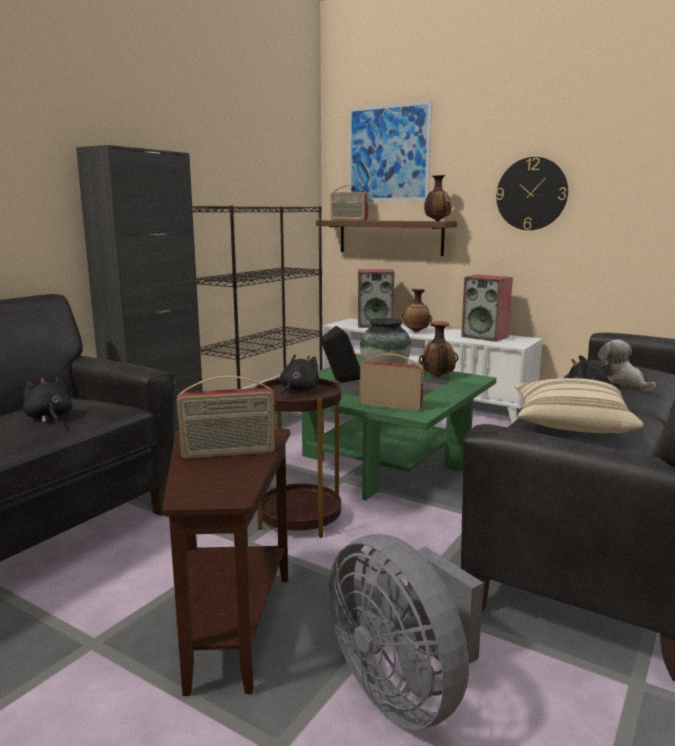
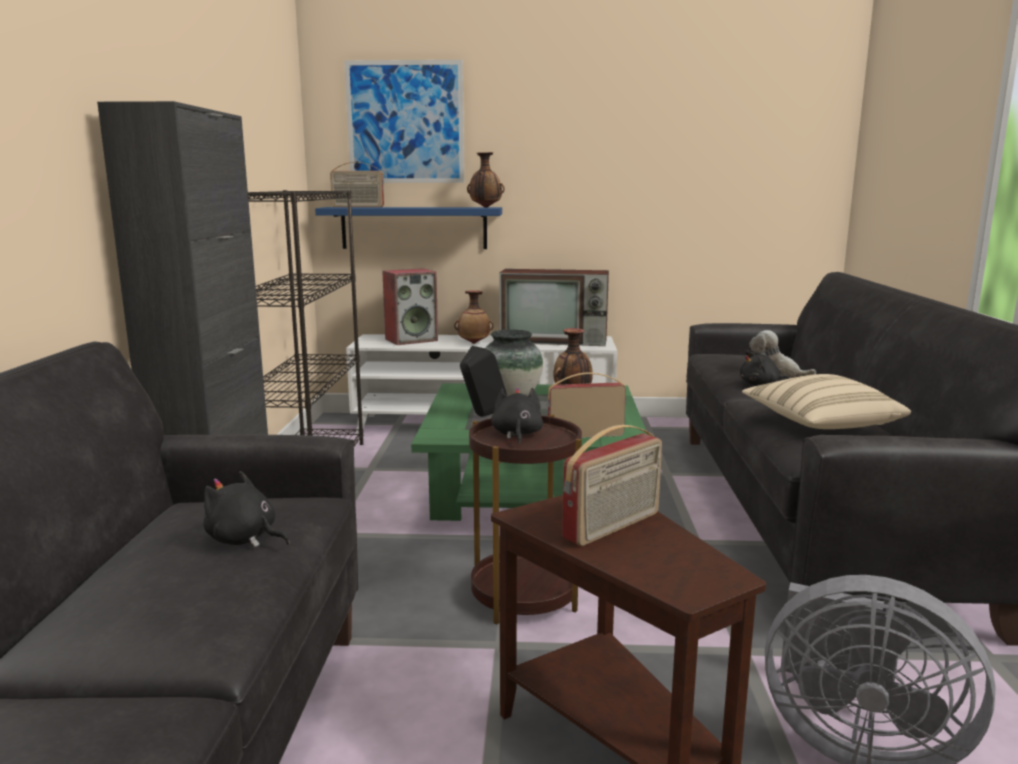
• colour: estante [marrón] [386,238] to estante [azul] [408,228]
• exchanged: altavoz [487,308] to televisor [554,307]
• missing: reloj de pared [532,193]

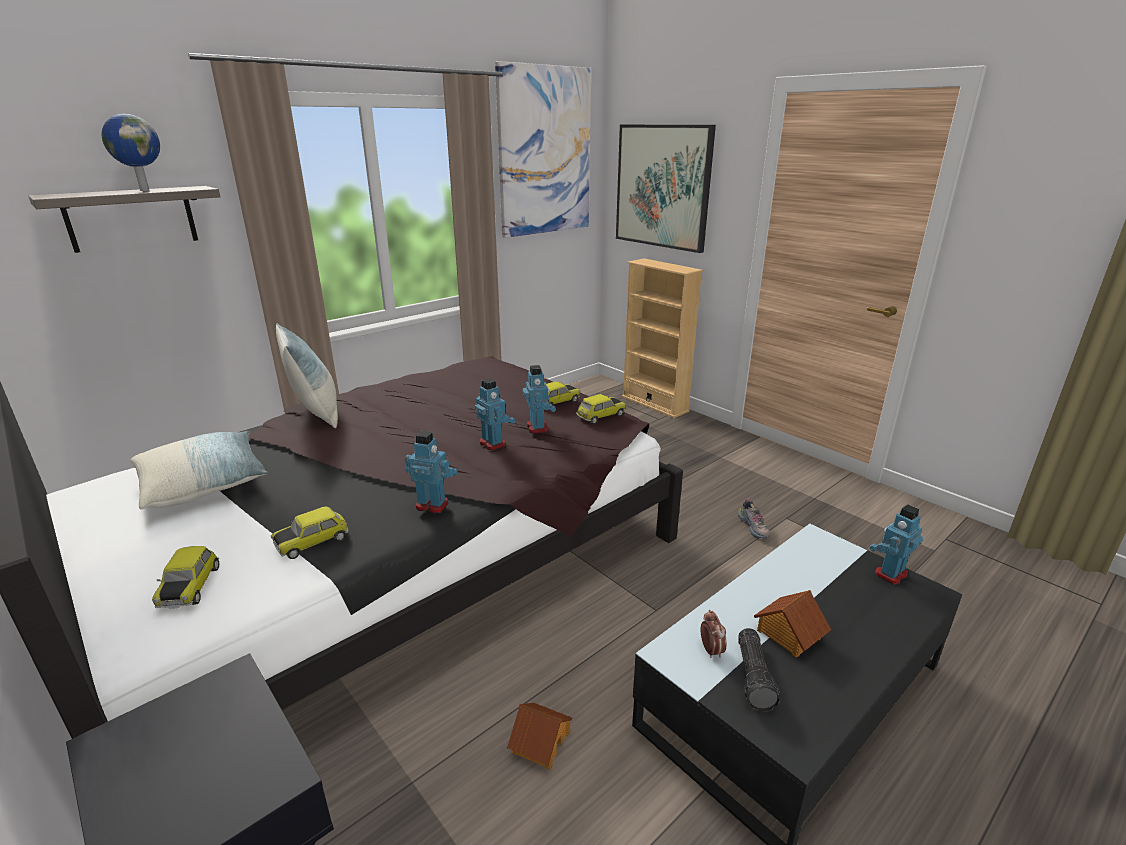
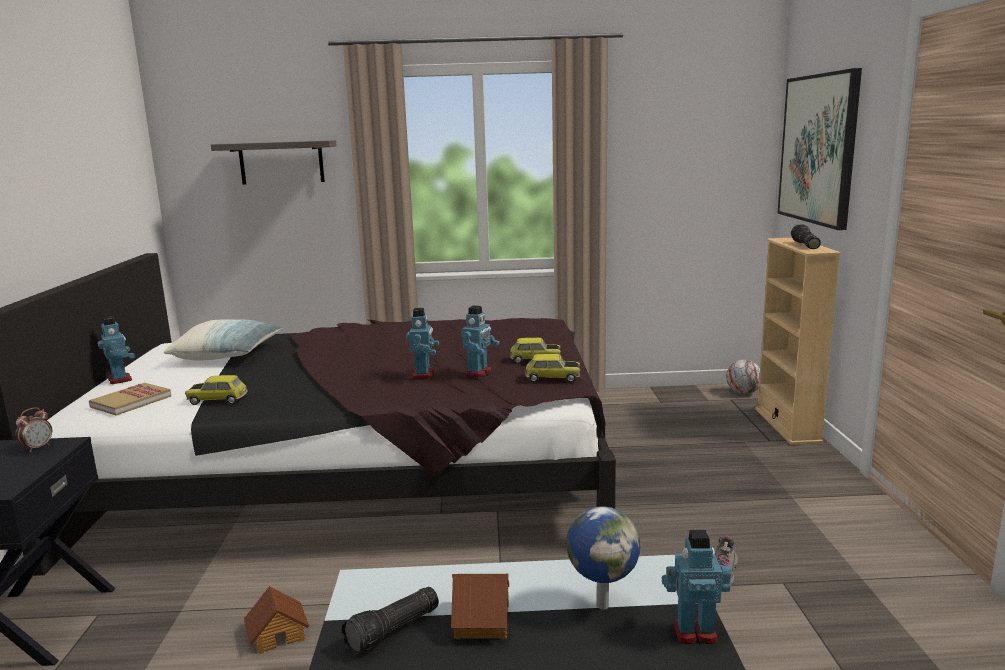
• relocated: globo terráqueo [131,152] to [603,558]
• exchanged: coche de juguete [185,577] to libro [130,399]
• missing: cojín [307,375]
• relocated: robot de juguete [431,472] to [116,350]
• missing: cuadro [543,149]
• relocated: despertador [714,634] to [34,429]
• appeared: balón de fútbol [743,376]
• appeared: linterna [806,236]

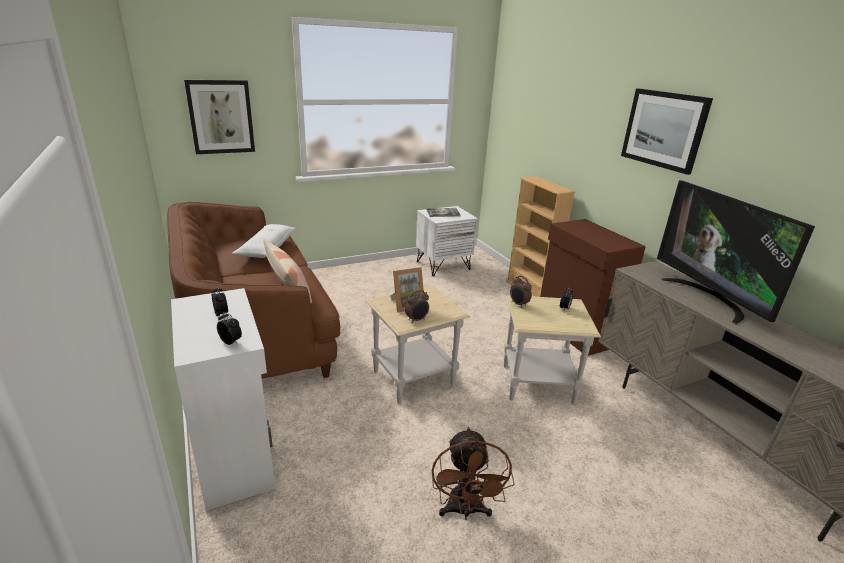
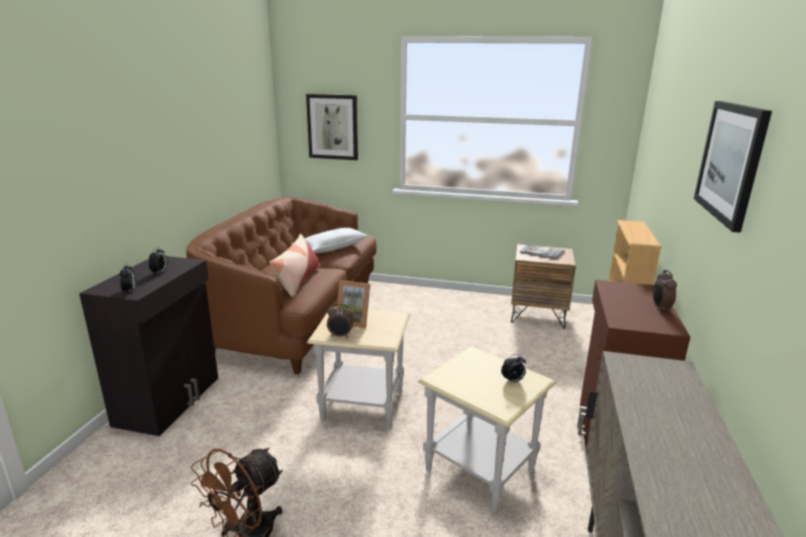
• colour: armario [blanco] [223,399] to armario [negro] [148,346]
• colour: mesita de noche [blanco] [447,241] to mesita de noche [marrón] [543,286]
• relocated: despertador [521,292] to [665,290]
• missing: televisor [736,252]

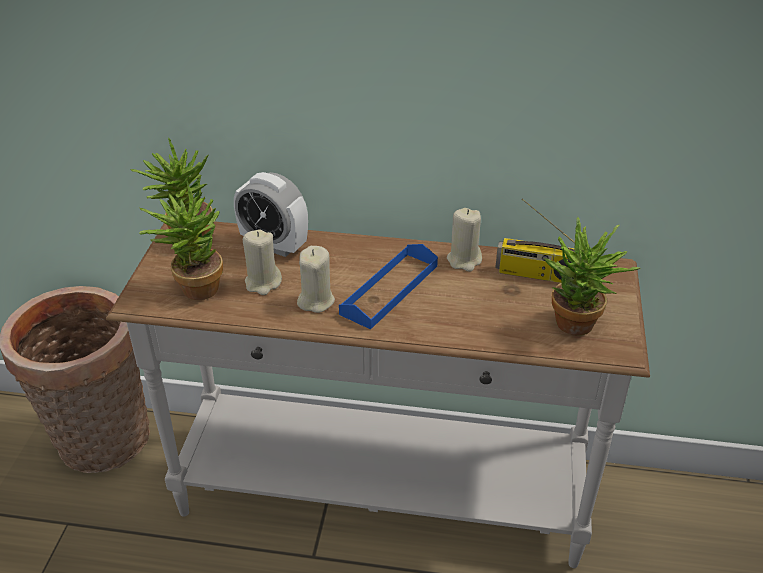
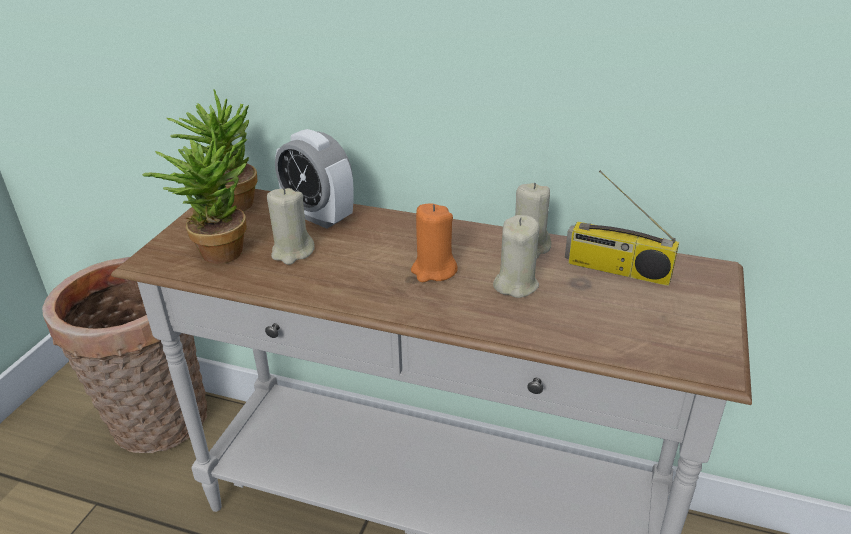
• relocated: vela [beis] [316,279] to [516,256]
• exchanged: bandeja [azul] [388,287] to vela [naranja] [434,242]
• missing: planta en maceta [592,276]

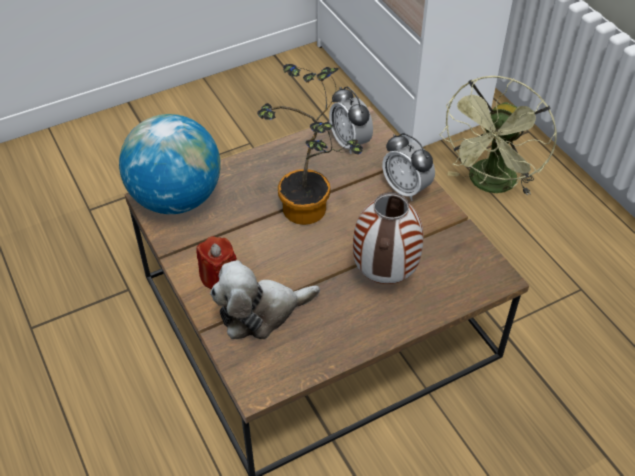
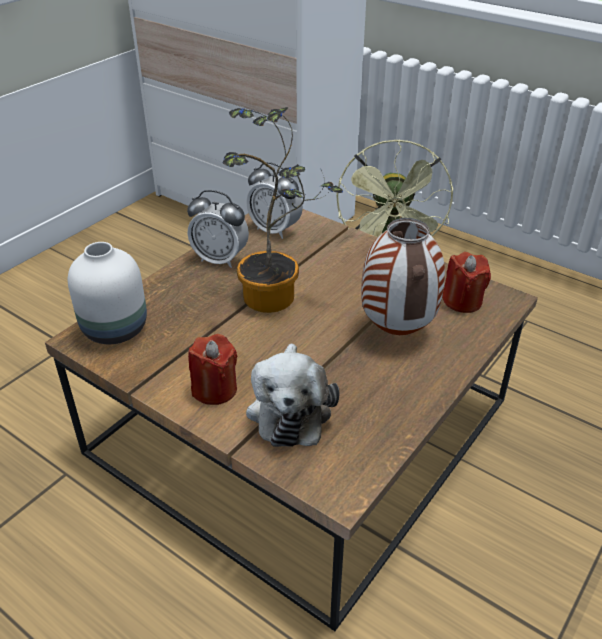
• exchanged: globo terráqueo [170,164] to florero [blanco] [107,293]
• spun: peluche [265,299] = [293,395] 45 degrees counterclockwise
• relocated: despertador [408,167] to [218,229]
• appeared: vela [rojo] [466,282]

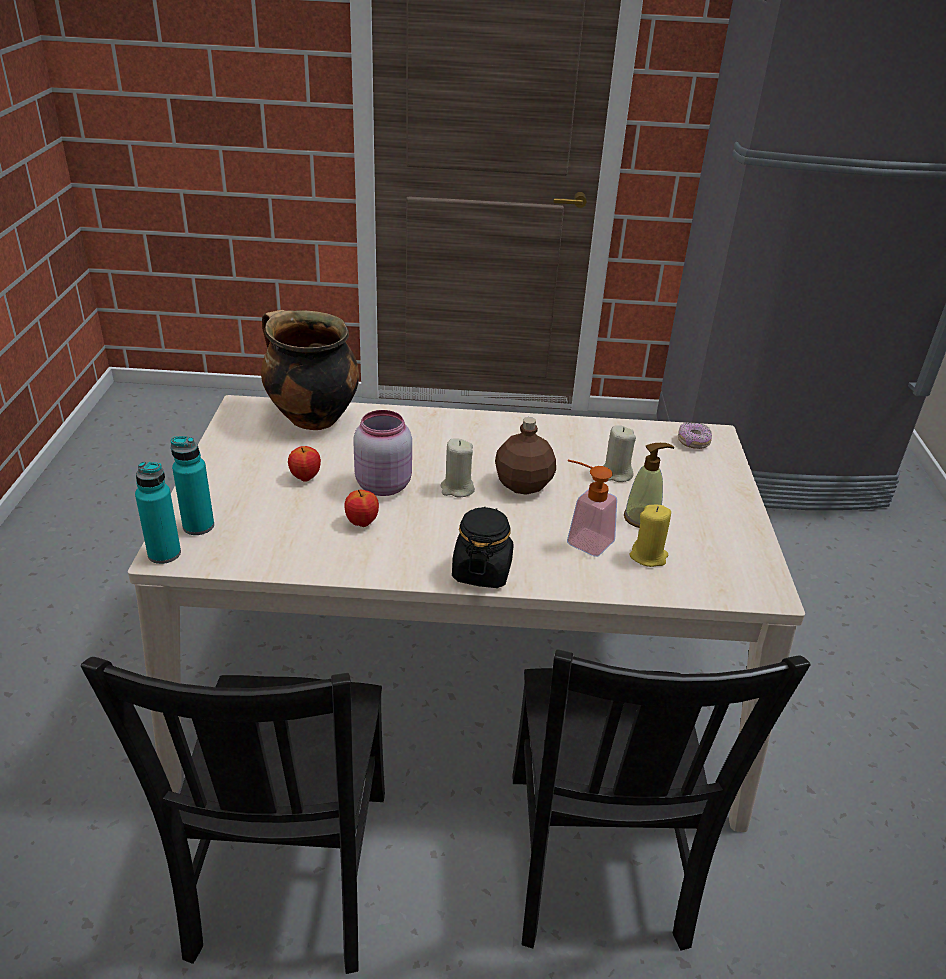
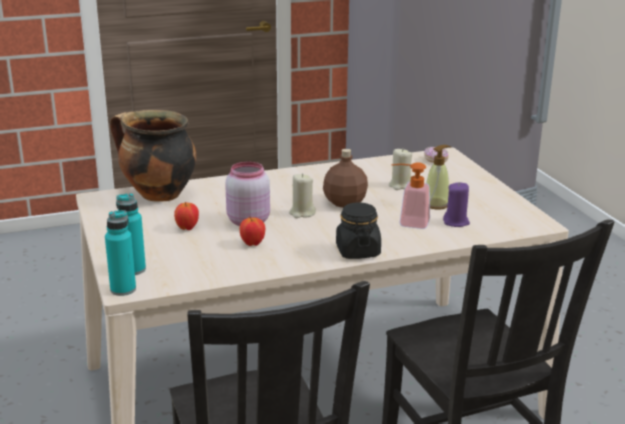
• colour: vela [amarillo] [650,536] to vela [morado] [456,204]

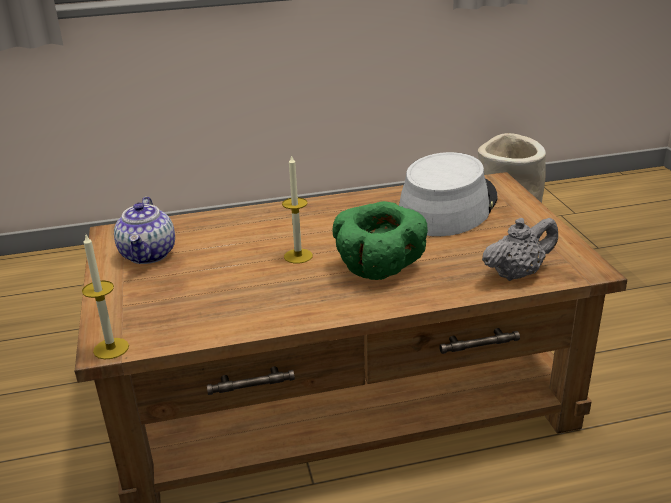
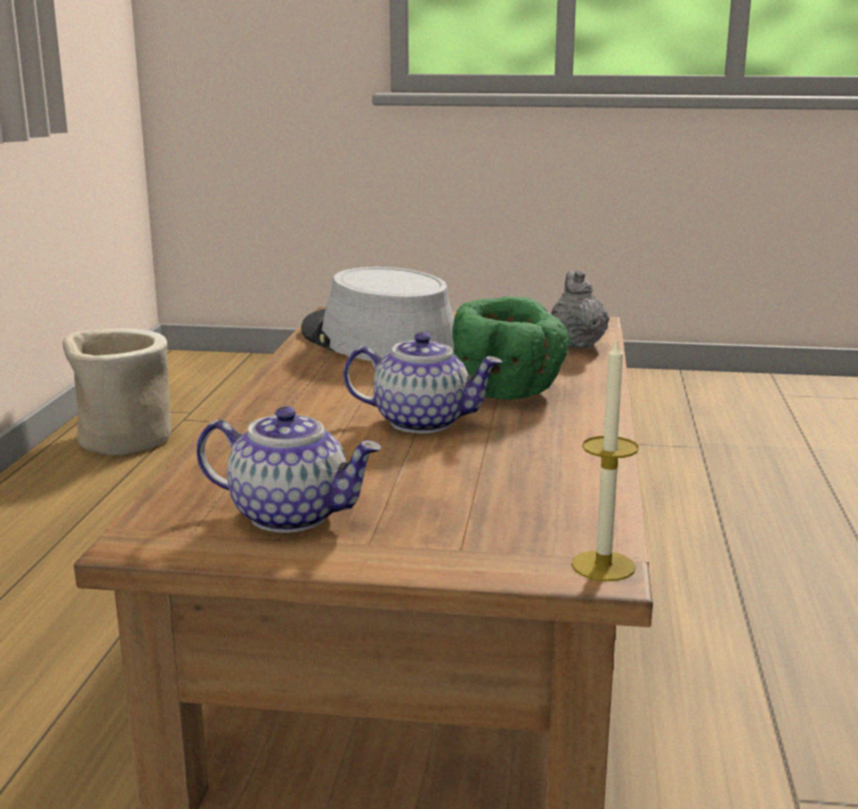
• exchanged: vela [297,208] to tetera [422,382]

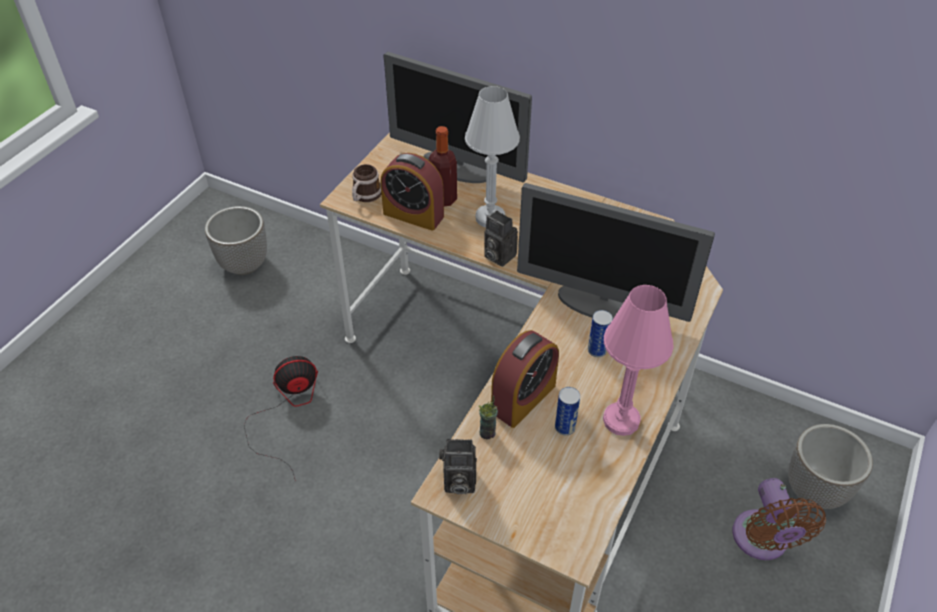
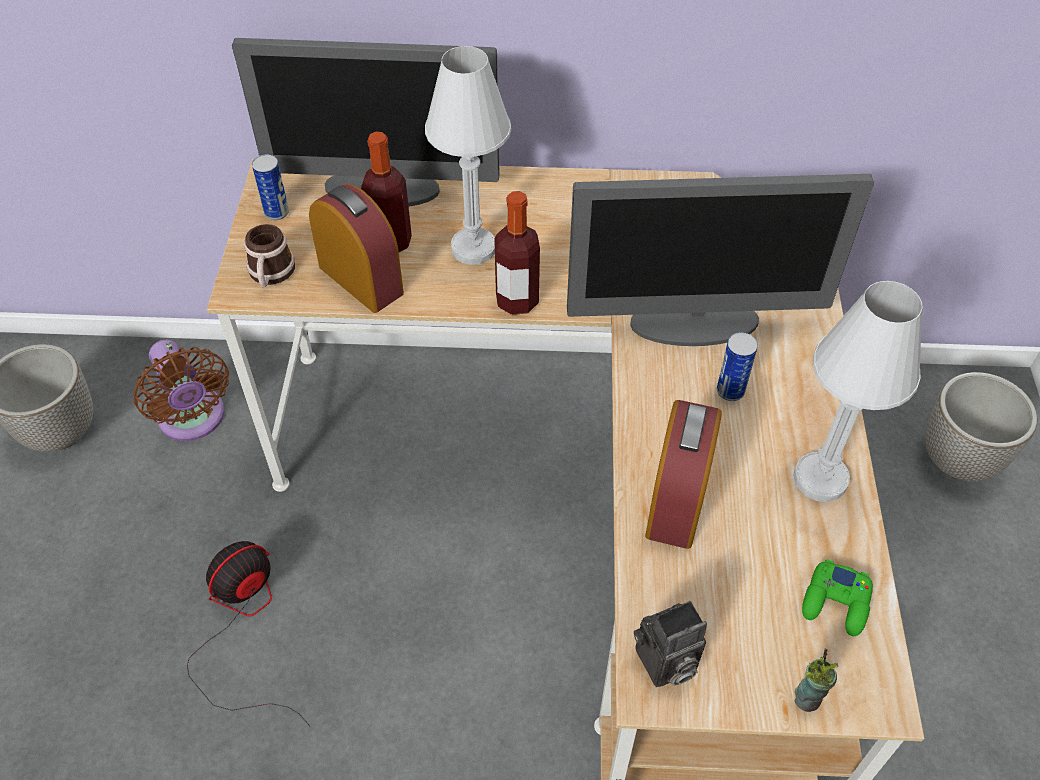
• spun: despertador [412,192] = [356,248] 135 degrees counterclockwise
• relocated: taza [488,417] to [816,680]
• exchanged: cámara [501,239] to botella [517,253]
• relocated: lata [567,411] to [270,187]
• colour: lámpara de mesa [rosa] [638,360] to lámpara de mesa [blanco] [858,391]
• relocated: ventilador [marrón] [779,519] to [181,390]
• appeared: mando de consola [verde] [837,597]

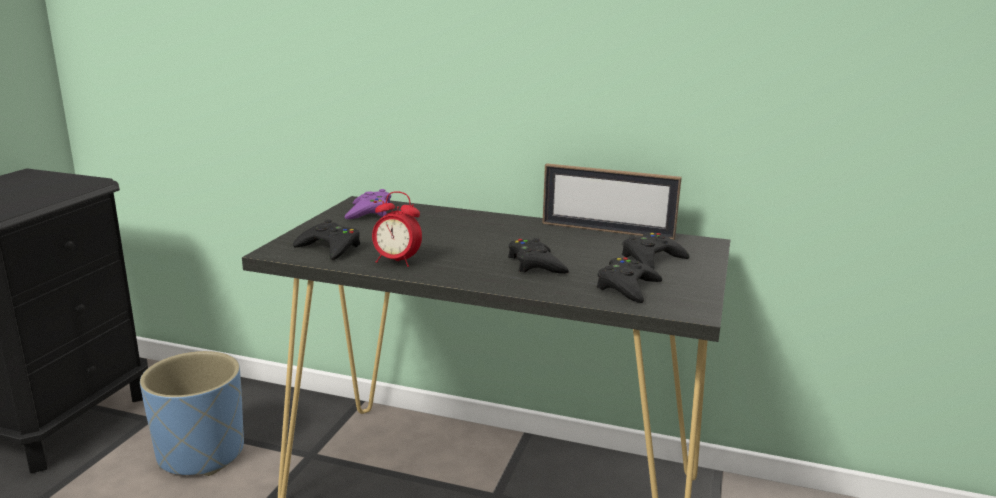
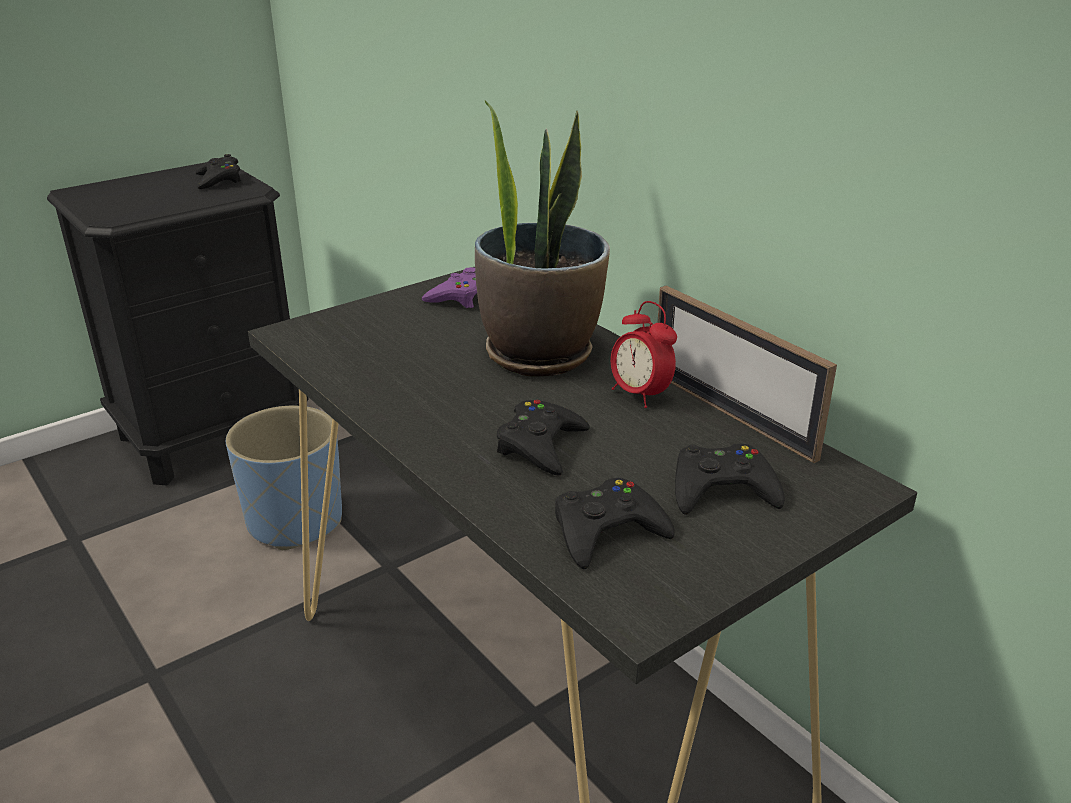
• relocated: mando de consola [negro] [326,239] to [218,171]
• relocated: despertador [397,229] to [644,354]
• appeared: planta en maceta [542,238]

